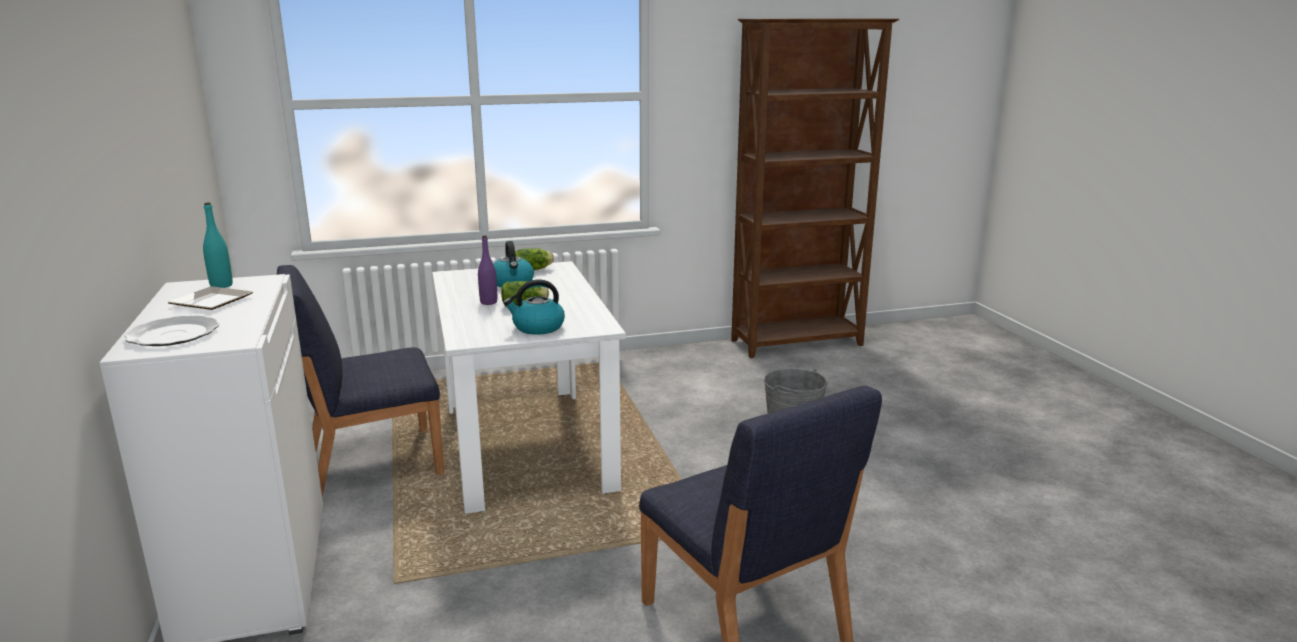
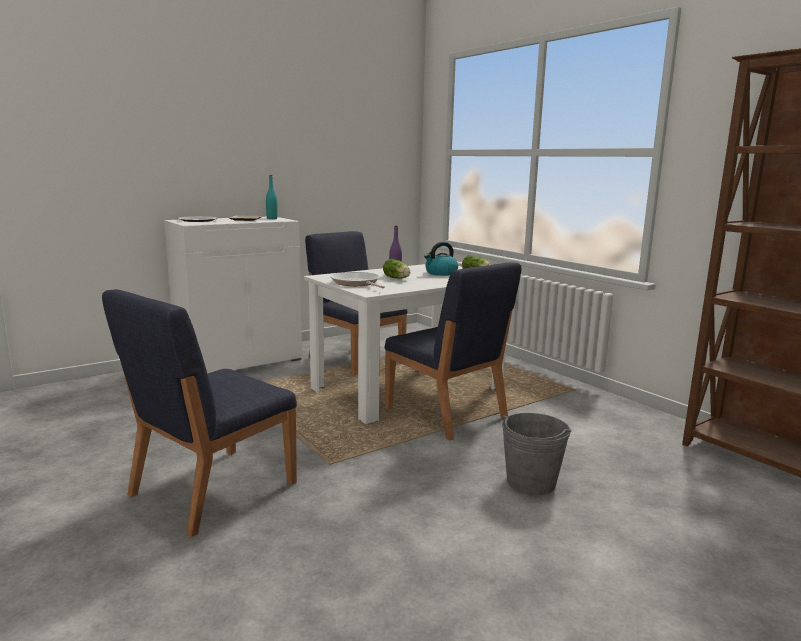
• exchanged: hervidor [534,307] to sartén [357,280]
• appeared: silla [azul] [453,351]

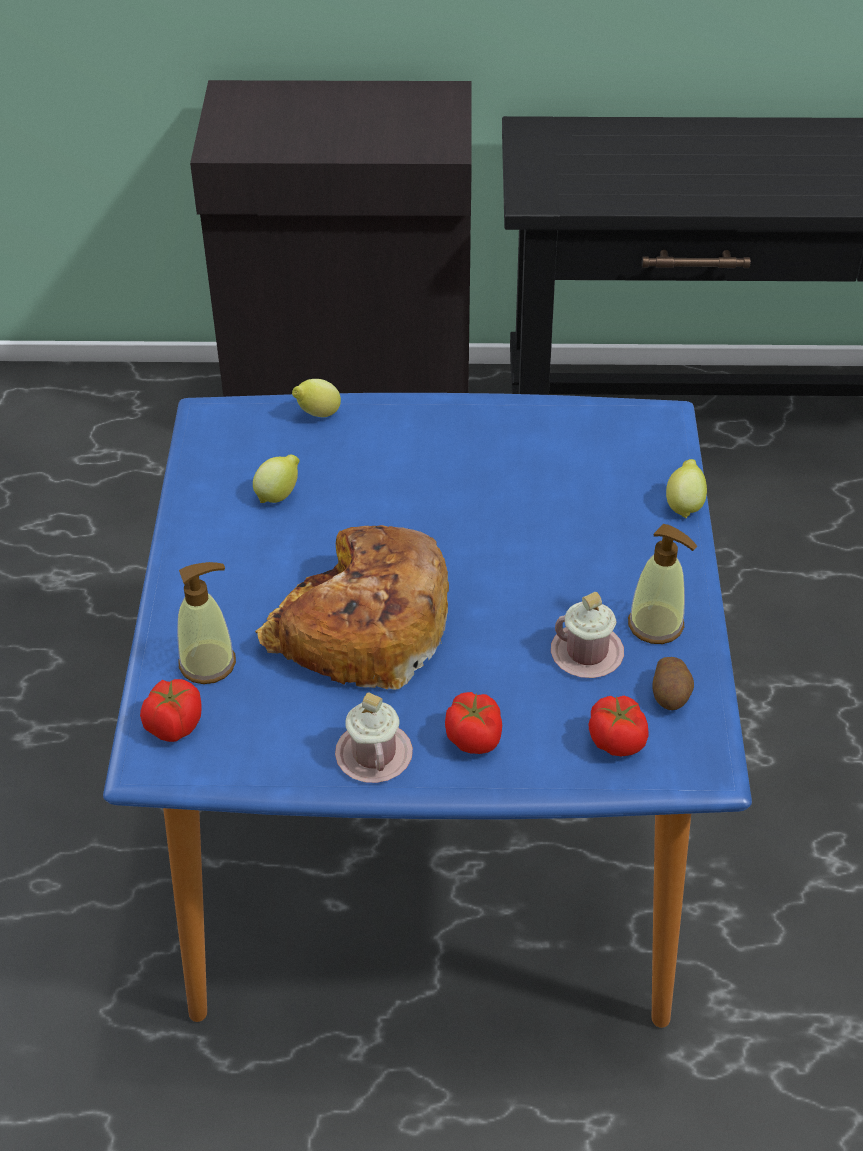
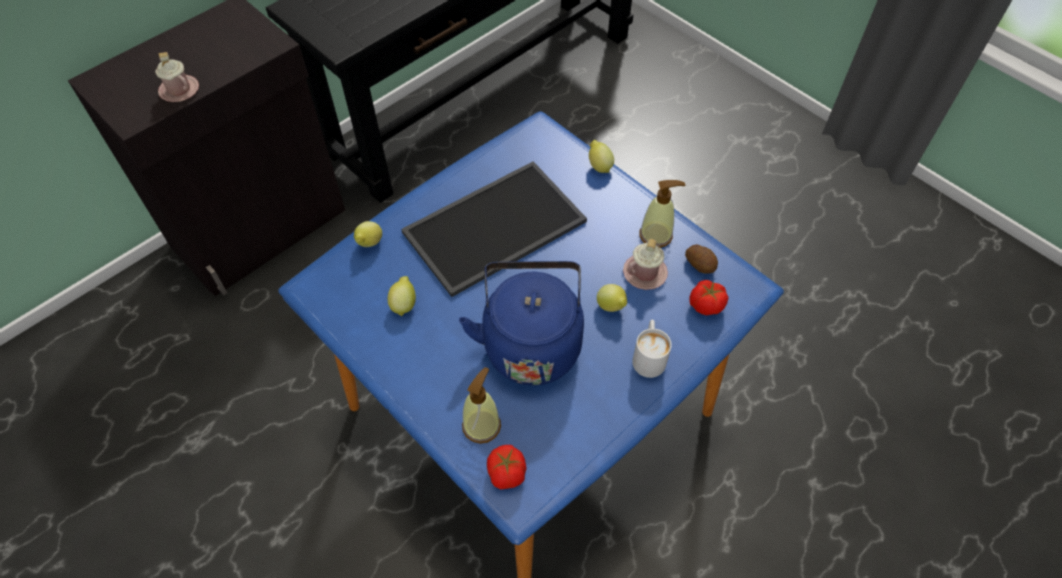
• exchanged: pan [352,607] to hervidor [azul] [521,323]
• relocated: taza grande [rosa] [374,737] to [177,77]
• exchanged: tomate [473,723] to taza grande [blanco] [652,348]
• appeared: bandeja [494,229]
• appeared: limón [612,298]

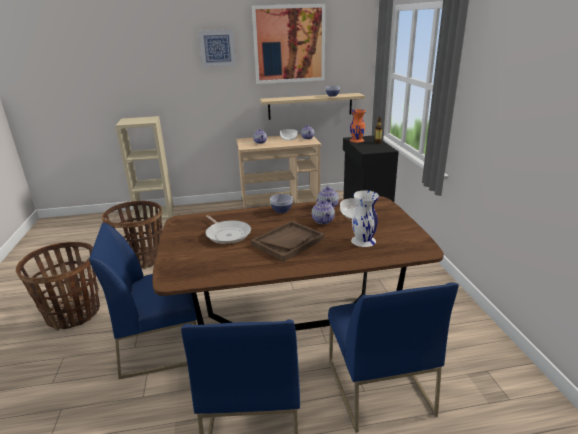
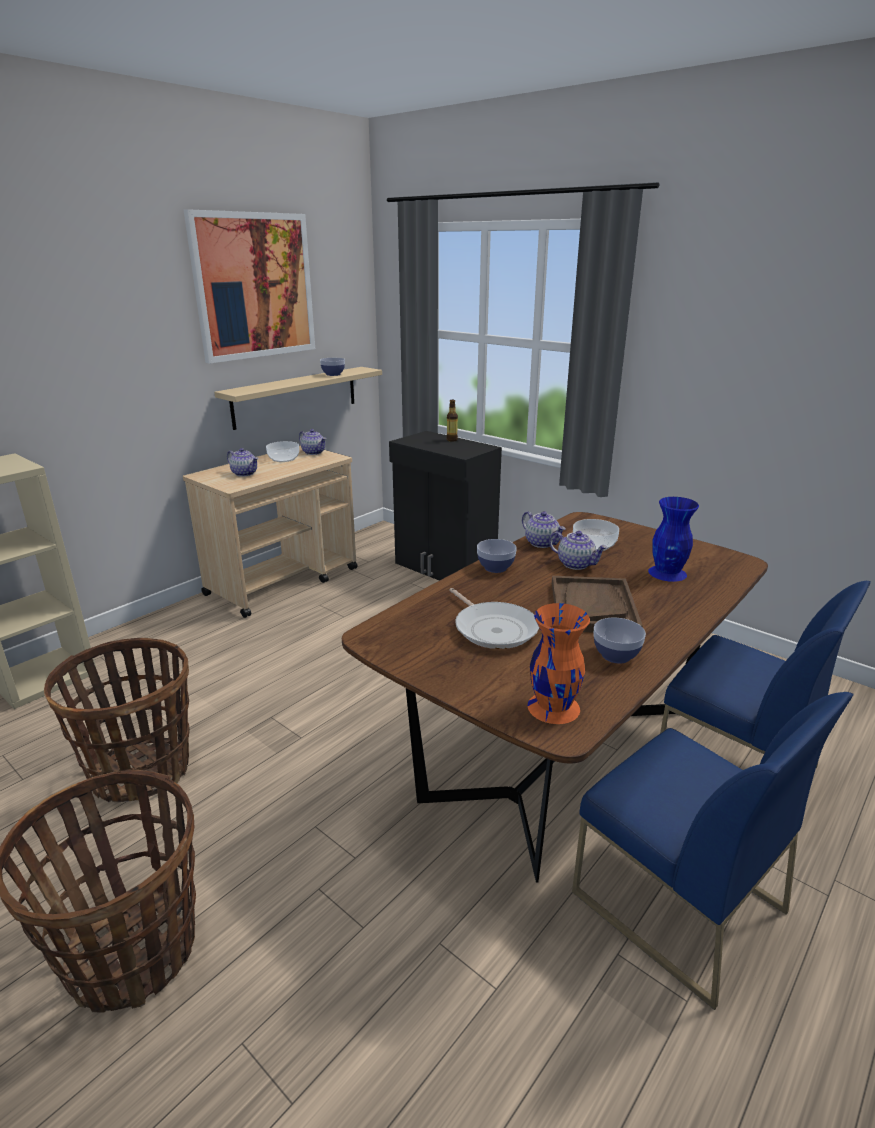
• missing: silla [azul] [143,301]
• missing: cuadro [217,48]
• spun: sartén [228,229] = [494,618] 45 degrees clockwise
• relocated: florero [naranja] [358,125] to [559,663]
• colour: florero [blanco] [365,218] to florero [azul] [673,539]
• appeared: cuenco [620,640]

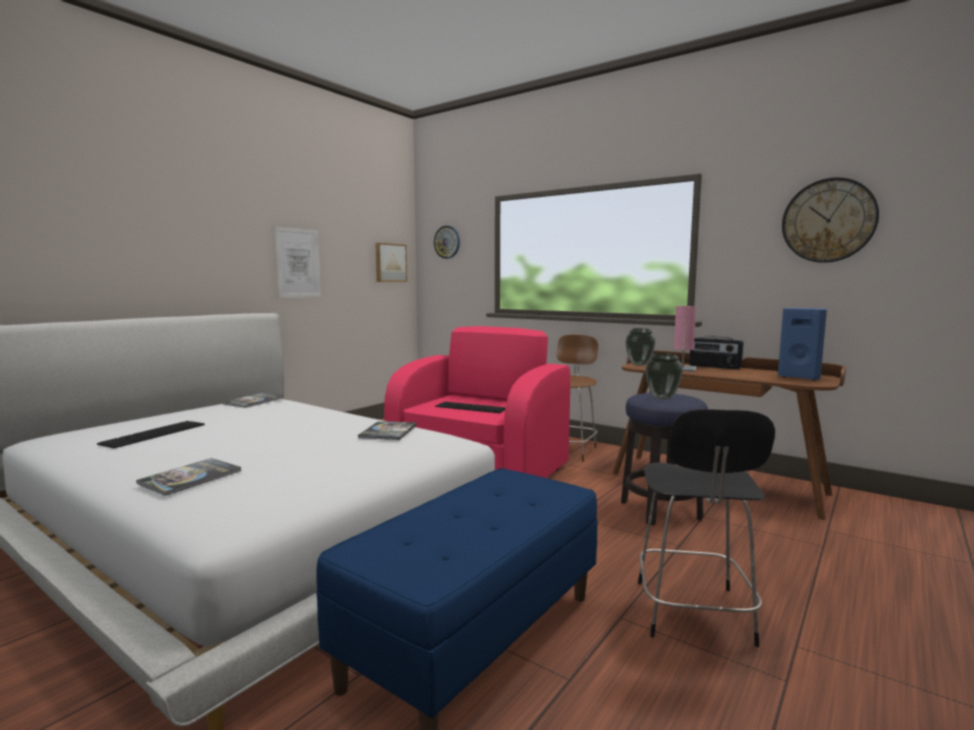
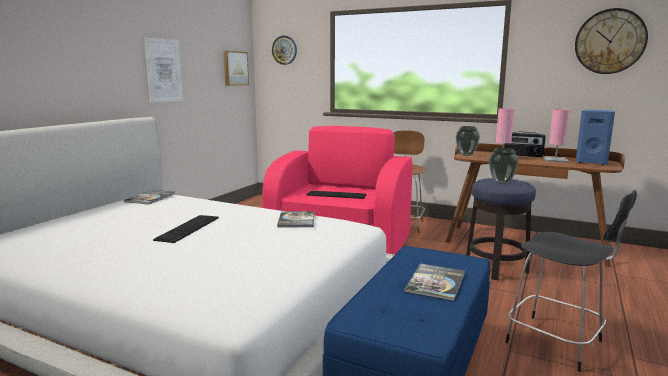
• relocated: teclado [151,434] to [186,229]
• relocated: libro [189,477] to [434,282]
• spun: silla [negro] [706,528] = [571,281] 45 degrees counterclockwise
• appeared: lámpara de mesa [rosa] [556,135]

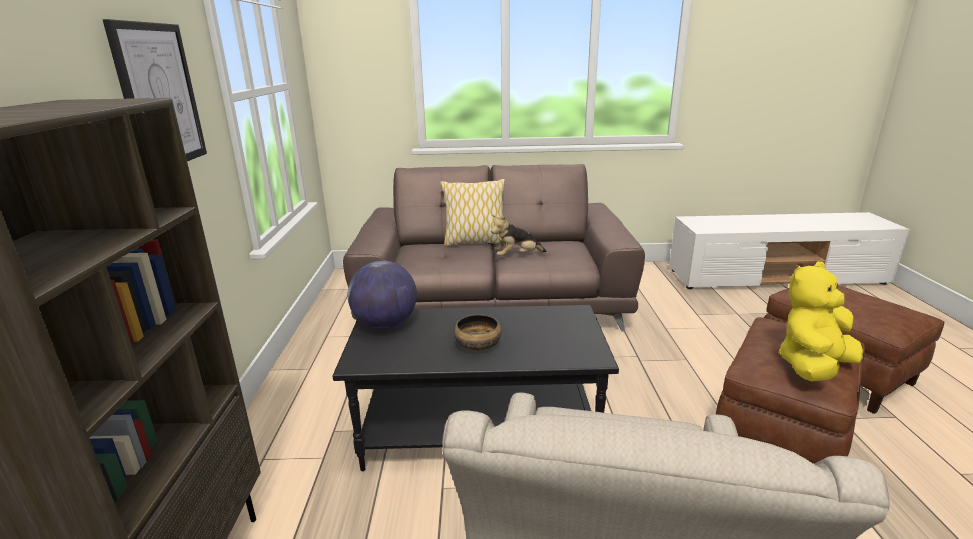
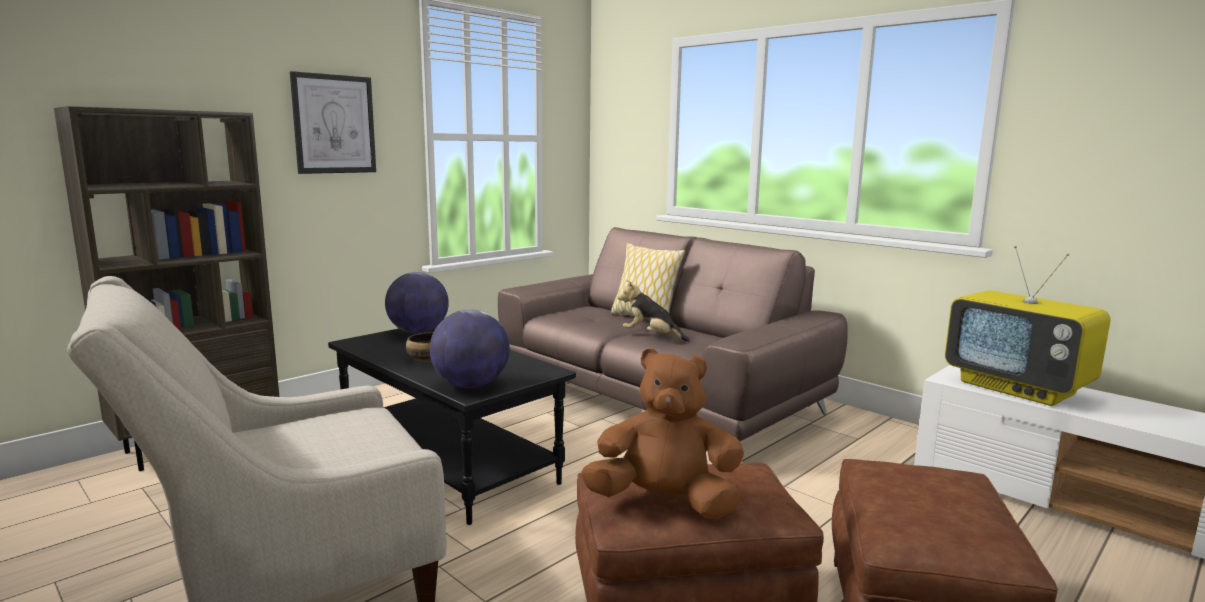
• colour: peluche [amarillo] [820,321] to peluche [marrón] [662,433]
• appeared: globo terráqueo [470,348]
• appeared: televisor [1028,326]

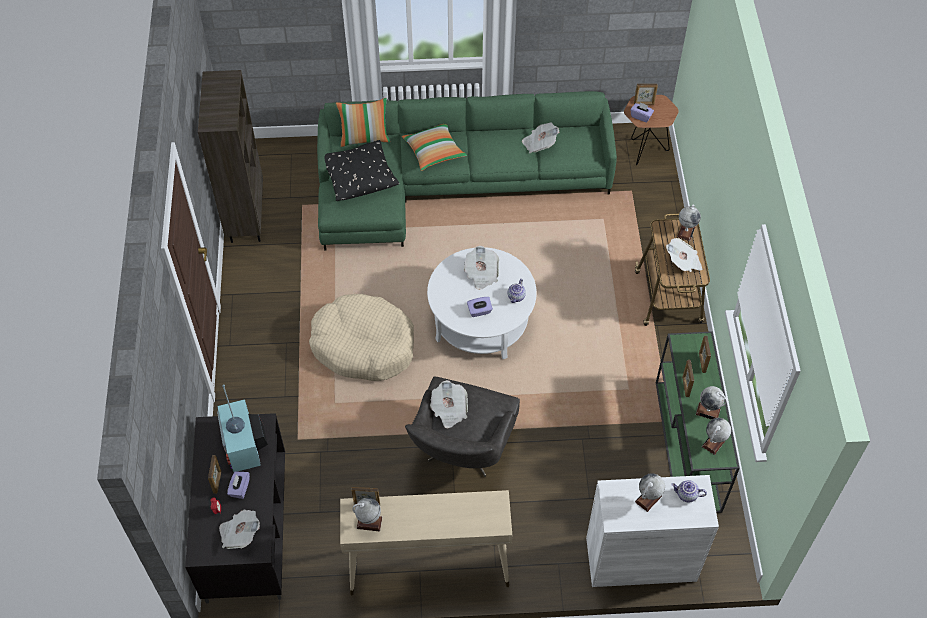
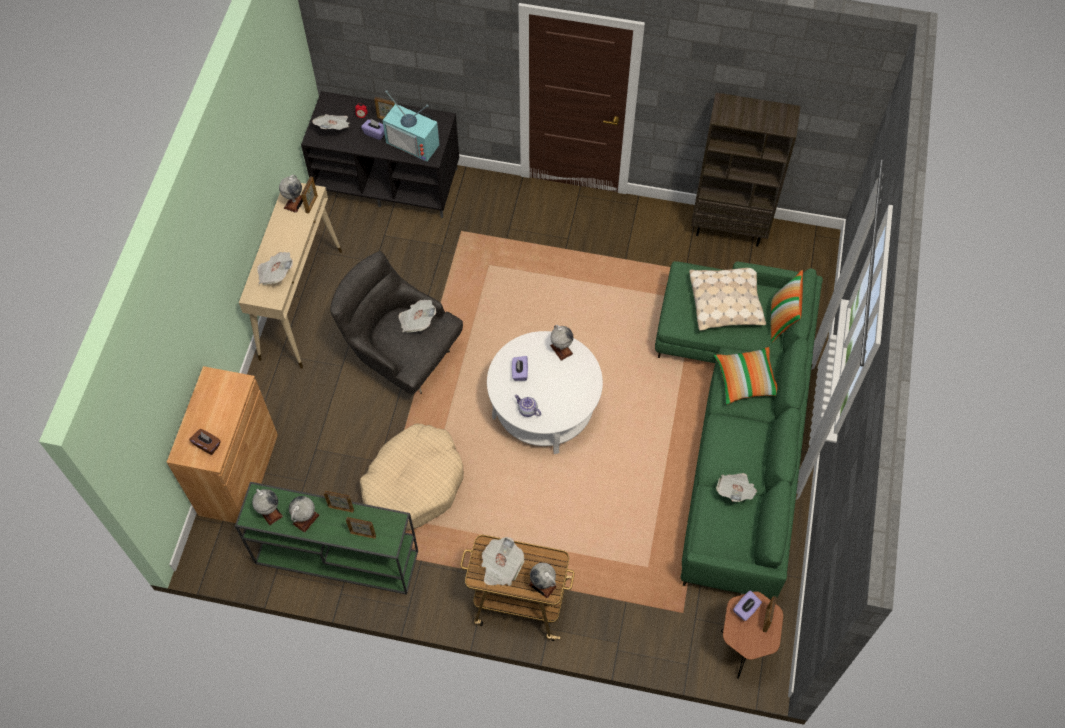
• spun: televisor [242,428] = [411,126] 150 degrees counterclockwise
• relocated: cama para perro [beis] [361,337] to [412,477]
• colour: cojín [negro] [361,170] to cojín [beis] [727,299]
• relocated: periódico [481,268] to [275,268]
• colour: armario [blanco] [652,531] to armario [marrón] [222,444]
• relocated: globo terráqueo [650,492] to [561,343]
• exchanged: tetera [689,491] to caja de pañuelos [marrón] [205,442]

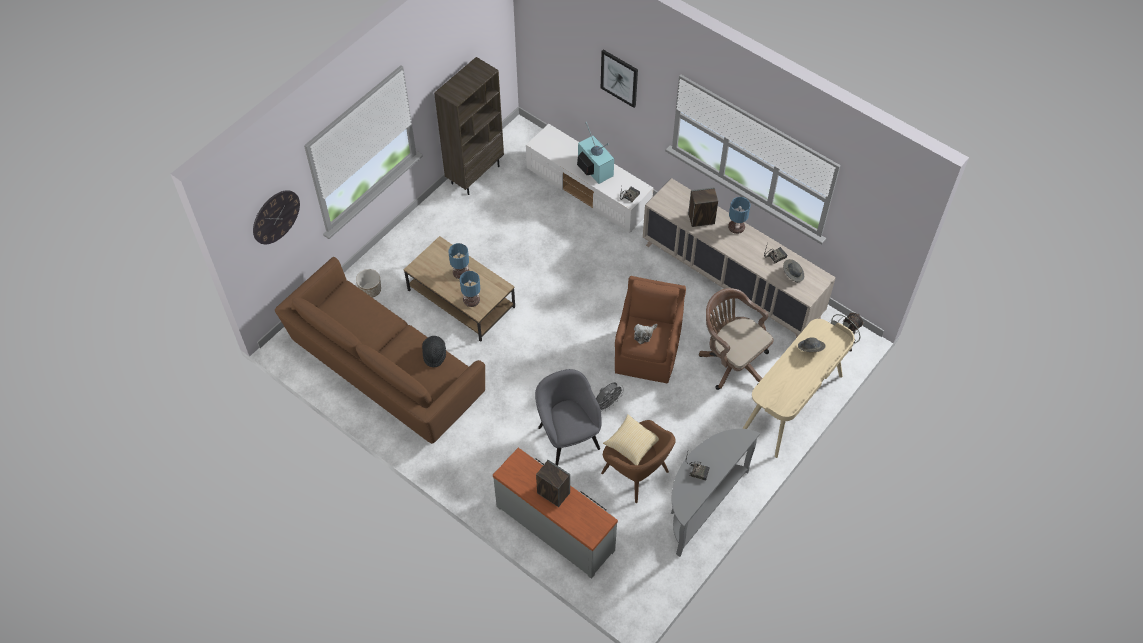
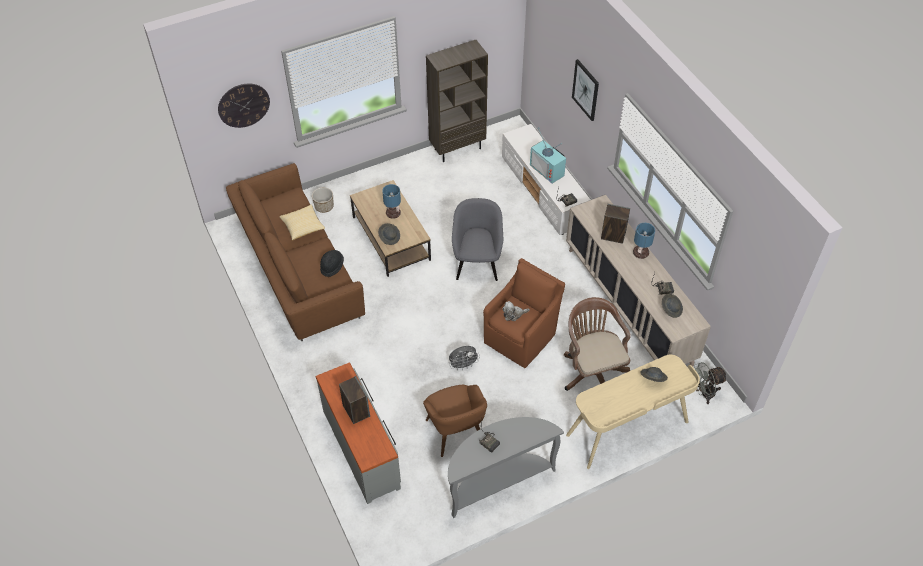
• exchanged: lámpara de mesa [470,289] to sombrero [gris] [389,234]
• relocated: sillón [gris] [568,417] to [477,239]
• spun: televisor [595,153] = [548,155] 150 degrees clockwise
• relocated: cojín [631,439] to [302,222]

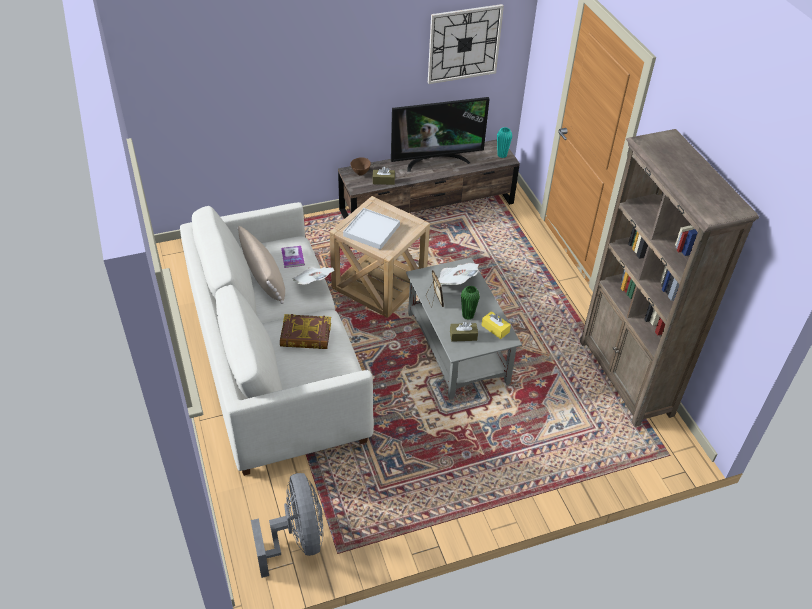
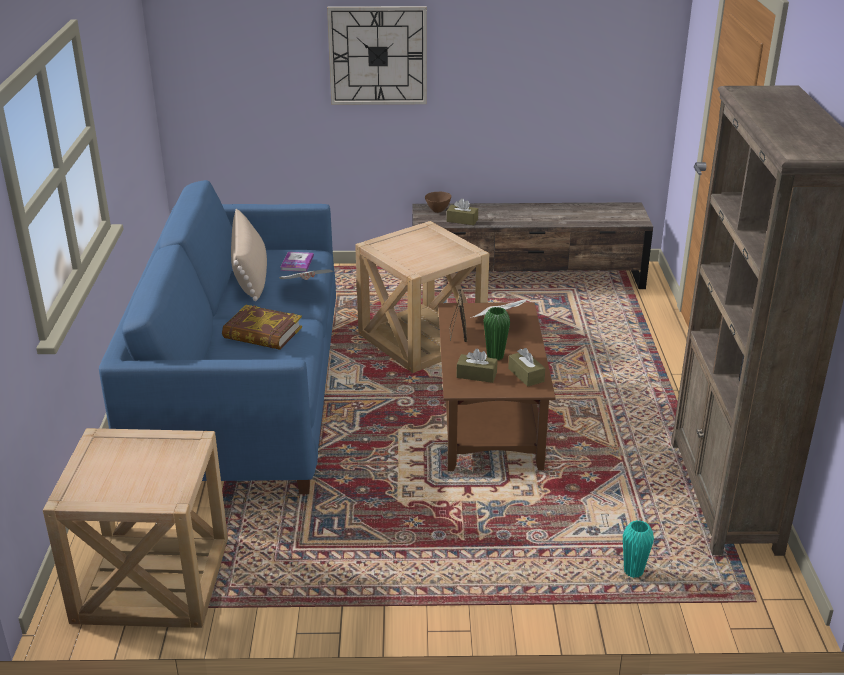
• colour: sofá [blanco] [277,339] to sofá [azul] [217,337]
• exchanged: ventilador [gris] [287,525] to mesa auxiliar [beis] [135,528]
• missing: bandeja [blanco] [371,229]
• missing: televisor [440,134]
• colour: mesa de centro [gris] [464,329] to mesa de centro [marrón] [497,387]
• relocated: reloj de pared [466,44] to [377,55]
• colour: caja de pañuelos [amarillo] [496,325] to caja de pañuelos [marrón] [526,367]
• relocated: florero [turquesa] [504,142] to [638,549]

